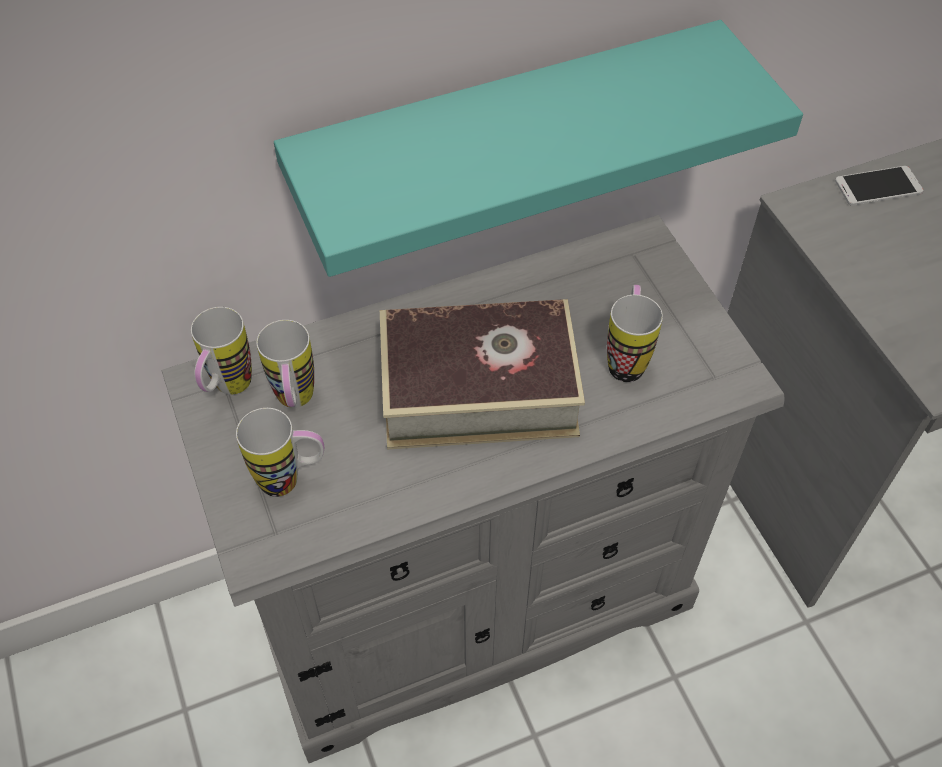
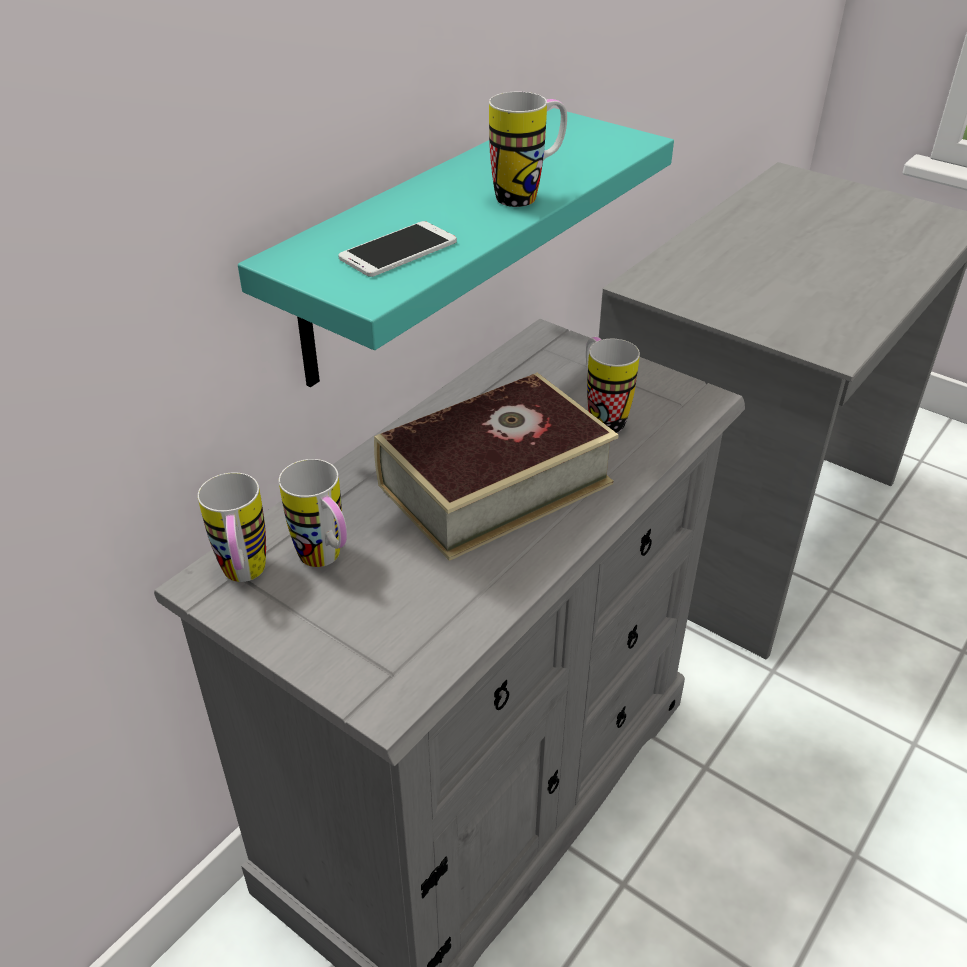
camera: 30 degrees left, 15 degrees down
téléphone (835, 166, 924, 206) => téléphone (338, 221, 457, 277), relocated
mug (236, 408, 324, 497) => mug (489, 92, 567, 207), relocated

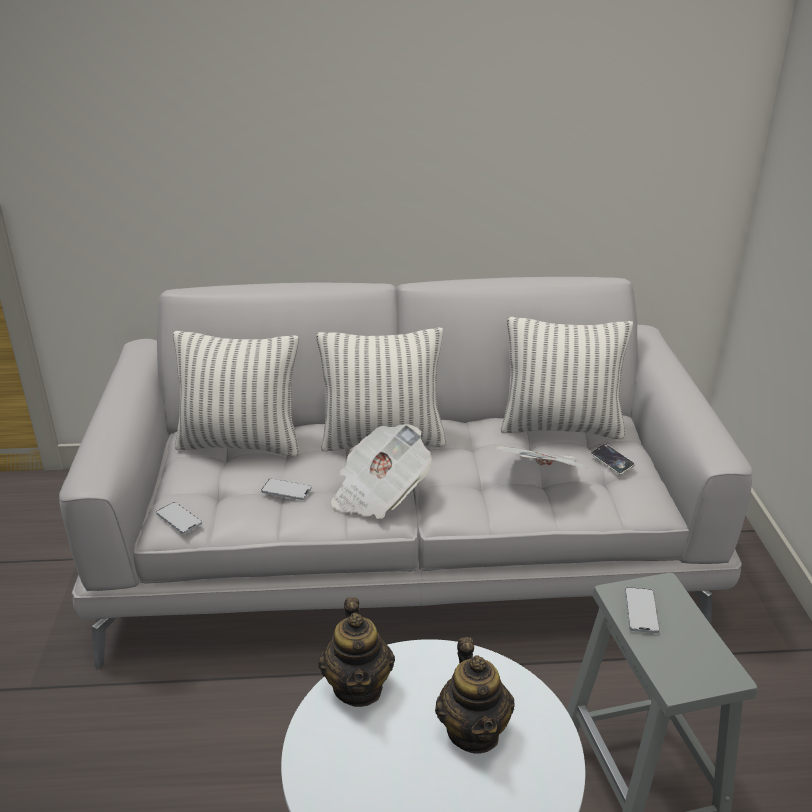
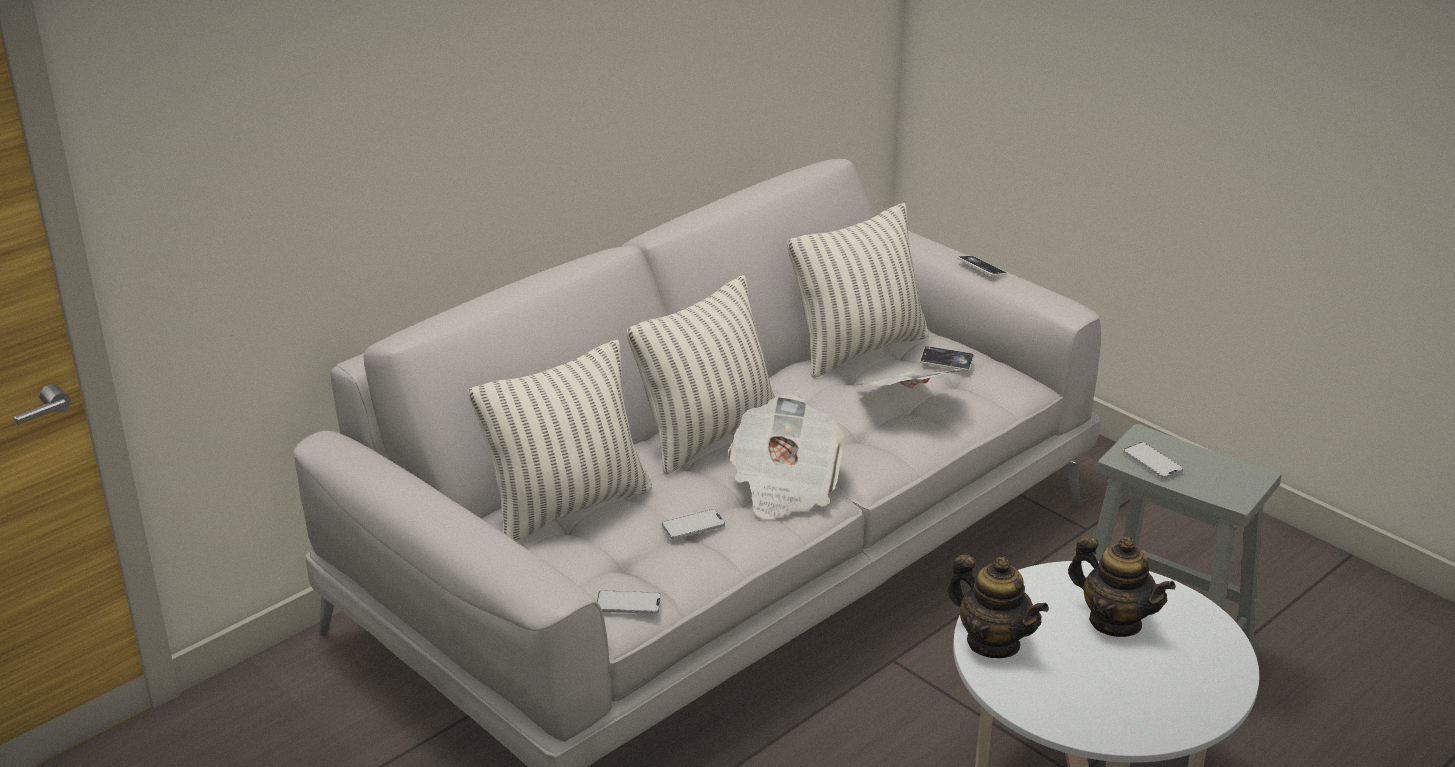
camera: 40 degrees left, 0 degrees up
nothing => téléphone (958, 256, 1007, 276)

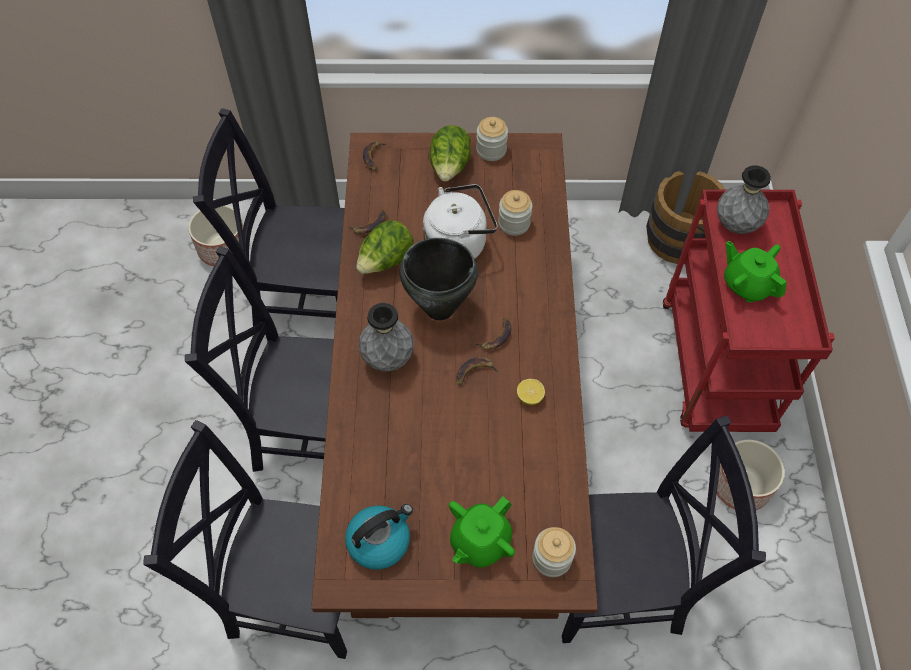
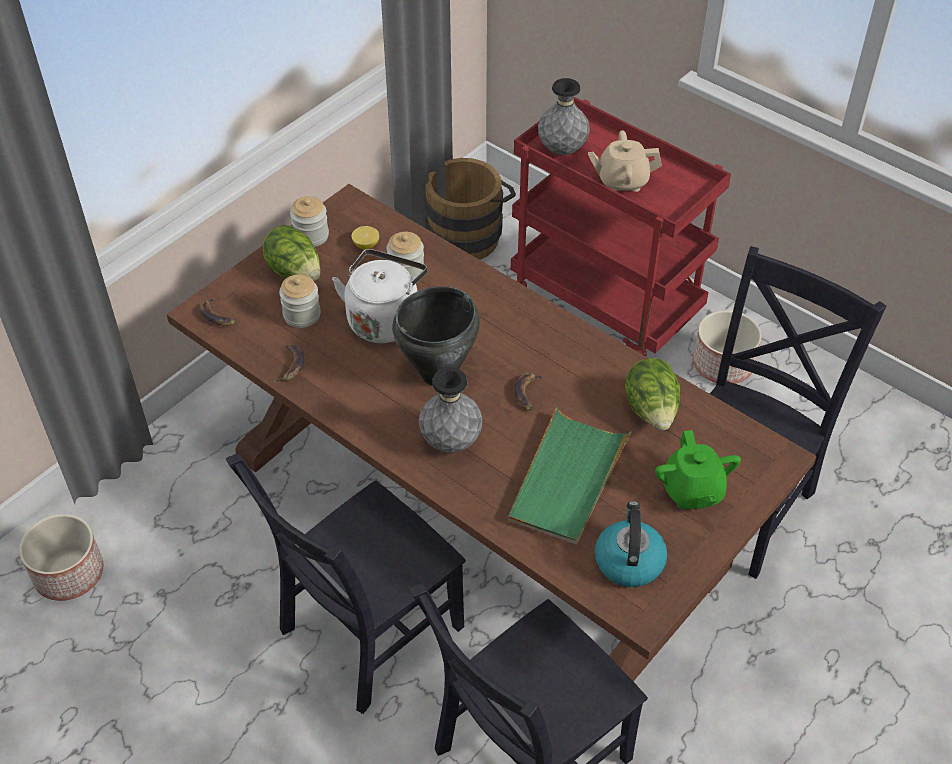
camera: 50 degrees left, 10 degrees down
bocal (532, 527, 576, 577) => bocal (279, 274, 321, 328), relocated
citron (517, 379, 545, 405) => citron (351, 226, 379, 249), relocated
nothing => plateau [vert] (508, 407, 632, 545)
théière [vert] (724, 241, 787, 303) => théière [beige] (588, 130, 662, 192)
laitue (356, 220, 414, 274) => laitue (625, 358, 680, 430), relocated
chaise [noir] (193, 108, 345, 326) => nothing
banane (473, 318, 512, 350) => nothing

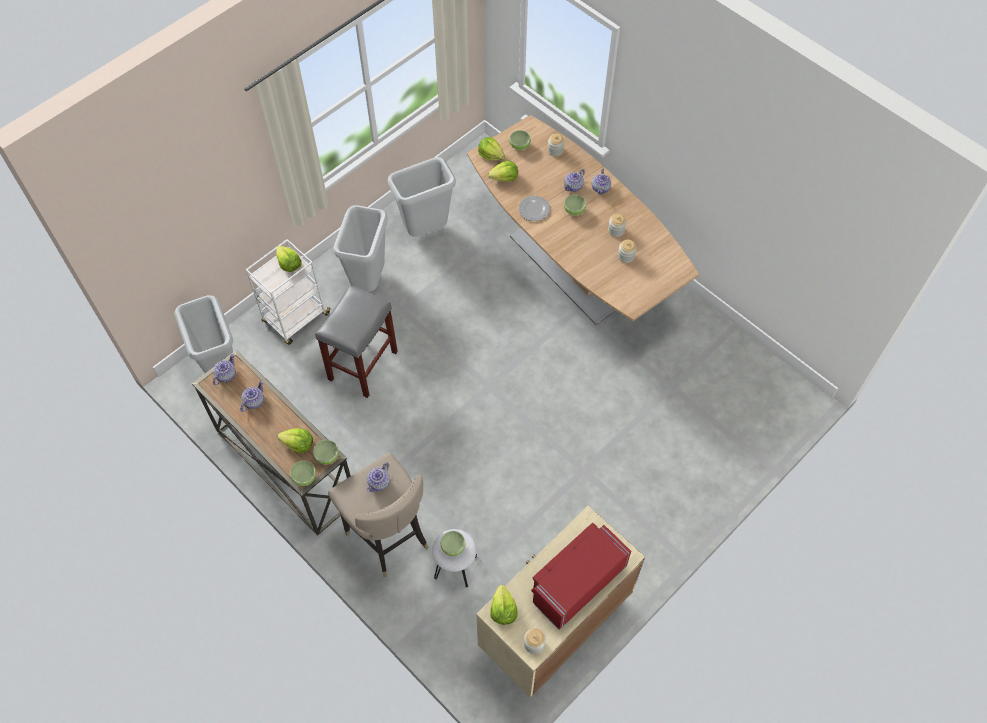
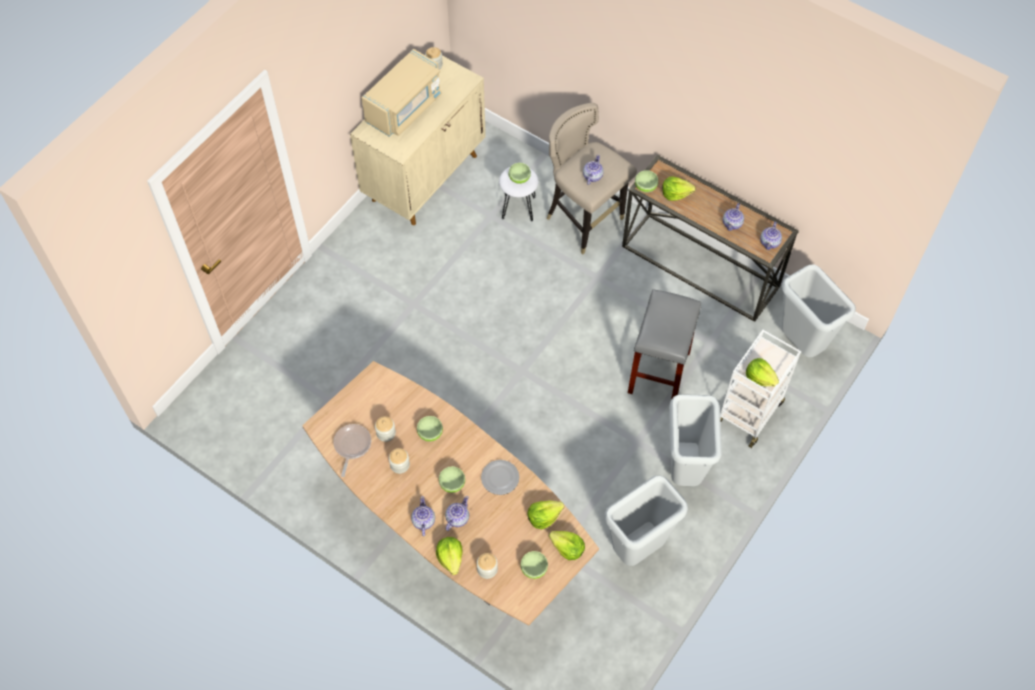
camera: 170 degrees right, 0 degrees up
nothing => poêle (333, 424, 371, 477)
micro-ondes [rouge] (531, 522, 631, 630) => micro-ondes [beige] (362, 49, 442, 137)
bol [vert] (290, 461, 316, 486) => bol [vert] (417, 416, 443, 442), relocated
laitue (490, 585, 518, 625) => laitue (436, 537, 463, 575), relocated

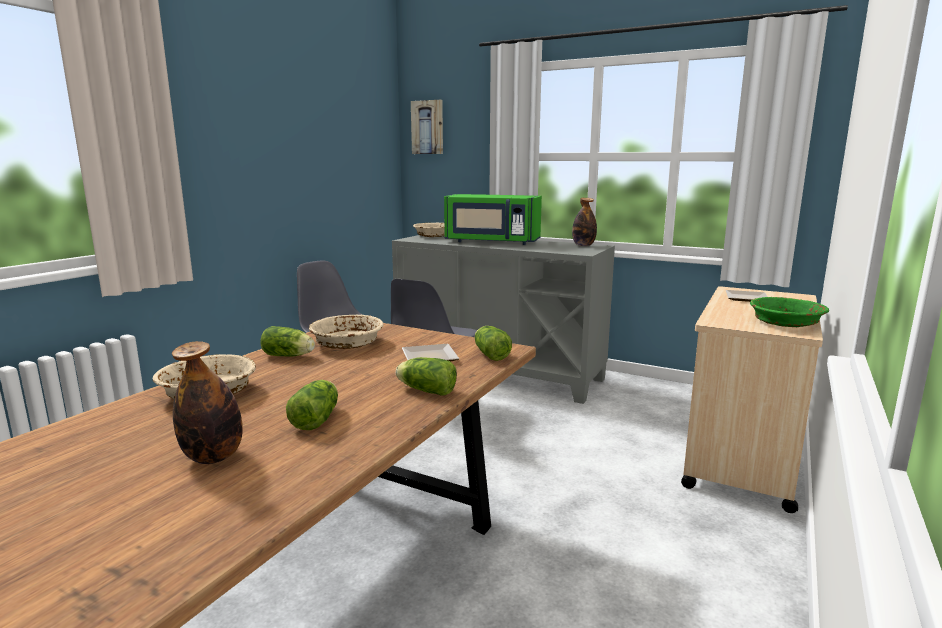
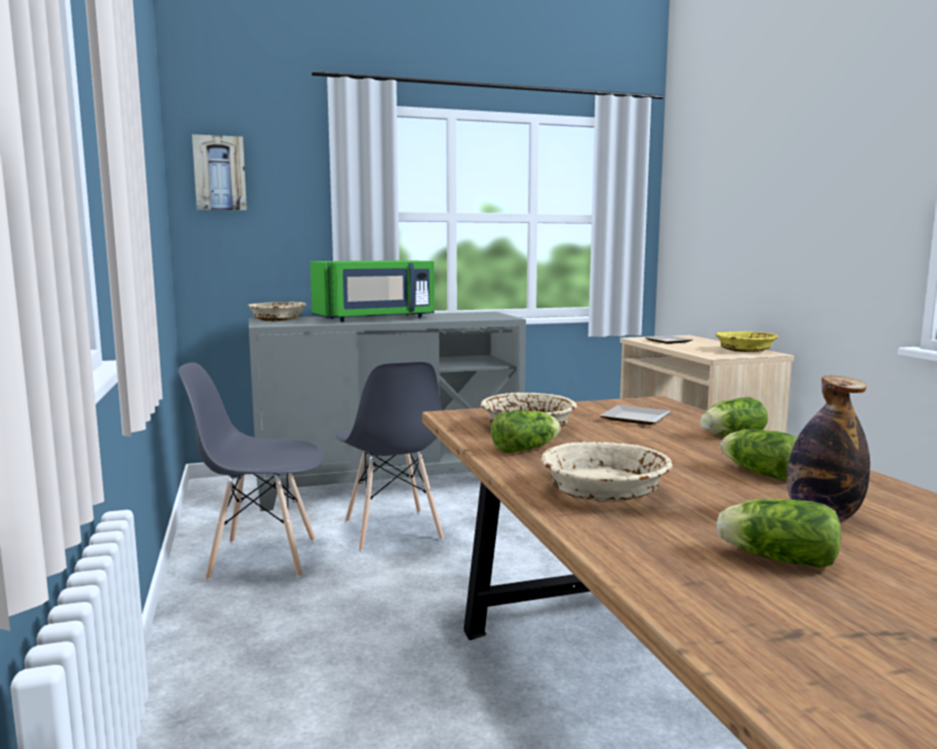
camera: 45 degrees left, 5 degrees down
bol [vert] (750, 297, 829, 327) => bol [jaune] (716, 331, 778, 352)
laitue (475, 326, 512, 361) => laitue (717, 499, 841, 568), relocated
bouteille (572, 198, 597, 246) => nothing

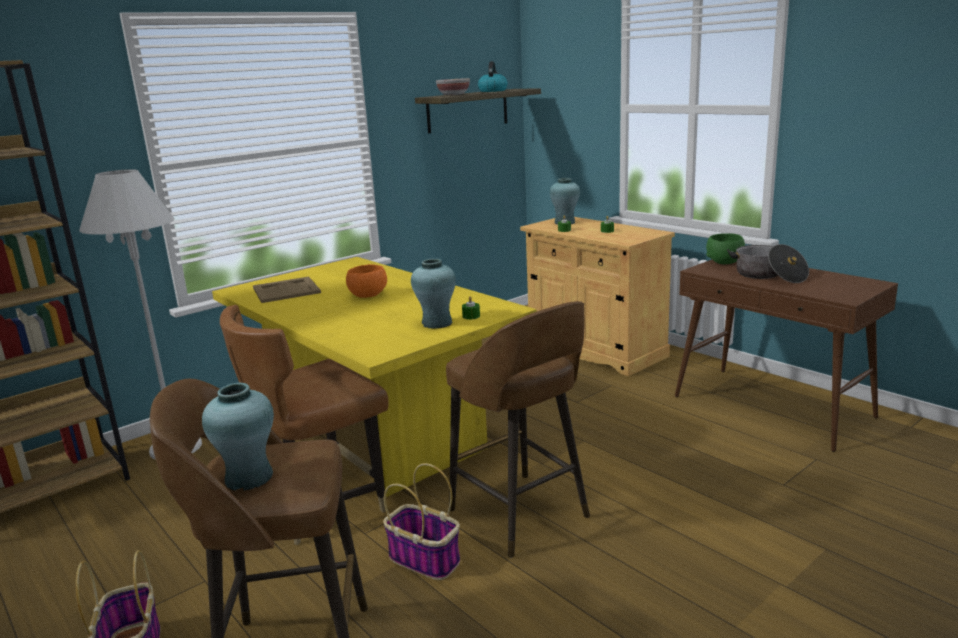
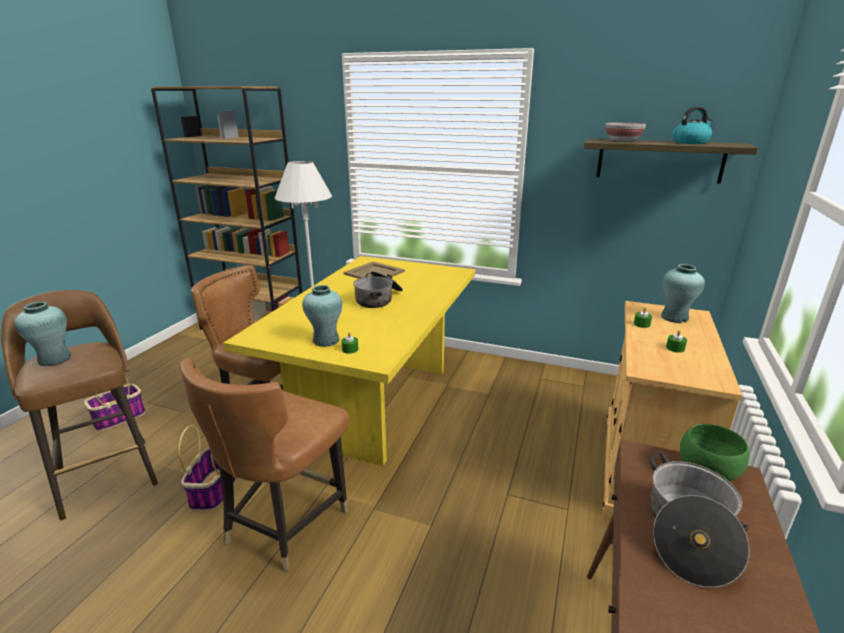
camera: 60 degrees right, 5 degrees up
tabouret [marron] (446, 301, 590, 558) => chaise [marron] (180, 358, 350, 572)
bol [orange] (346, 264, 387, 298) => marmite (353, 271, 403, 308)

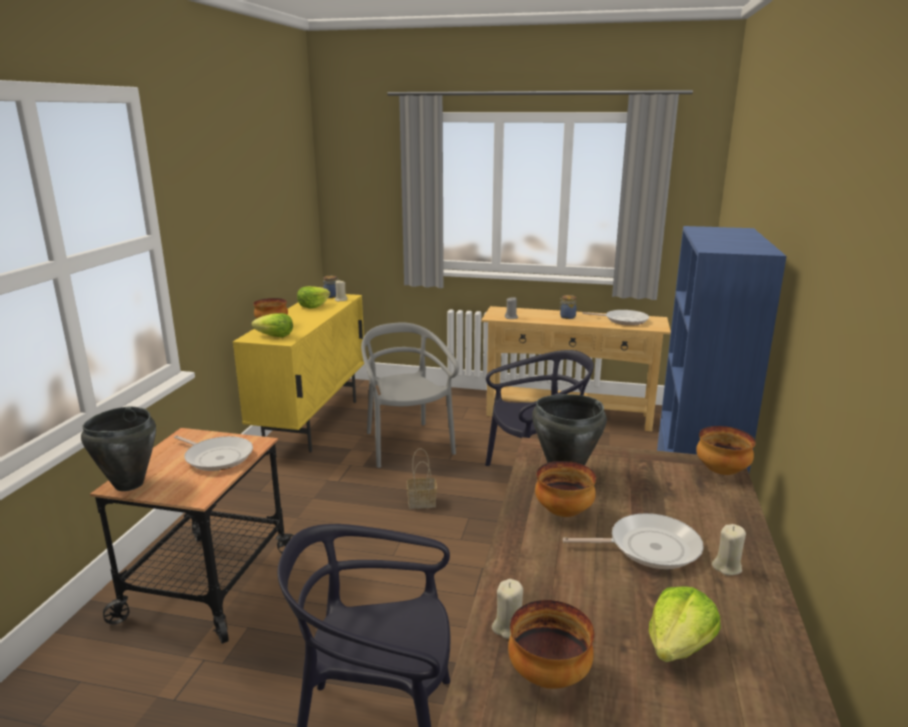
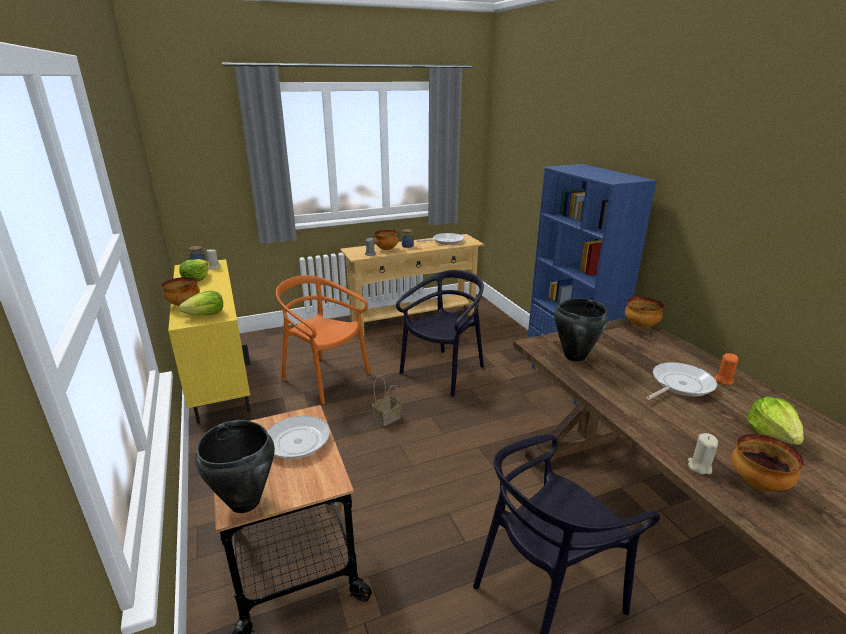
camera: 35 degrees left, 5 degrees up
chaise [gris] (361, 323, 459, 468) => chaise [orange] (276, 275, 370, 404)
bol (535, 461, 596, 517) => bol (374, 230, 399, 250), relocated
bougie [beige] (712, 524, 746, 575) => bougie [orange] (714, 353, 739, 385)

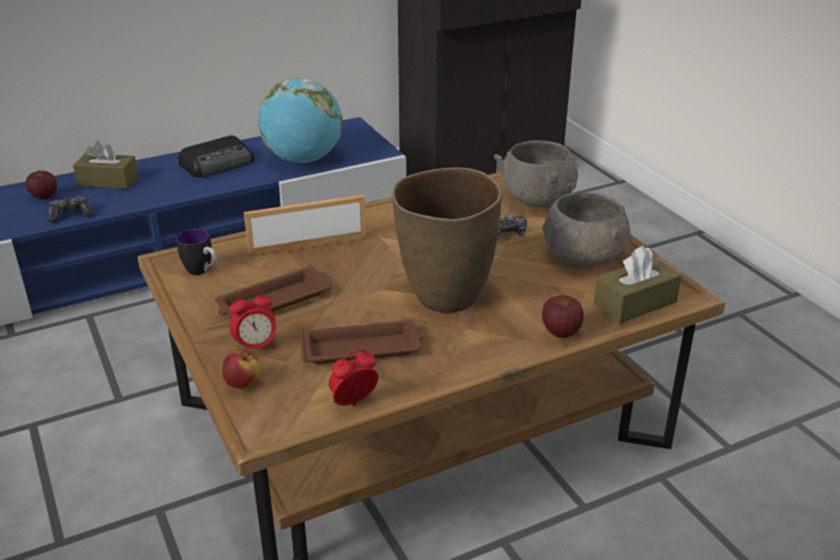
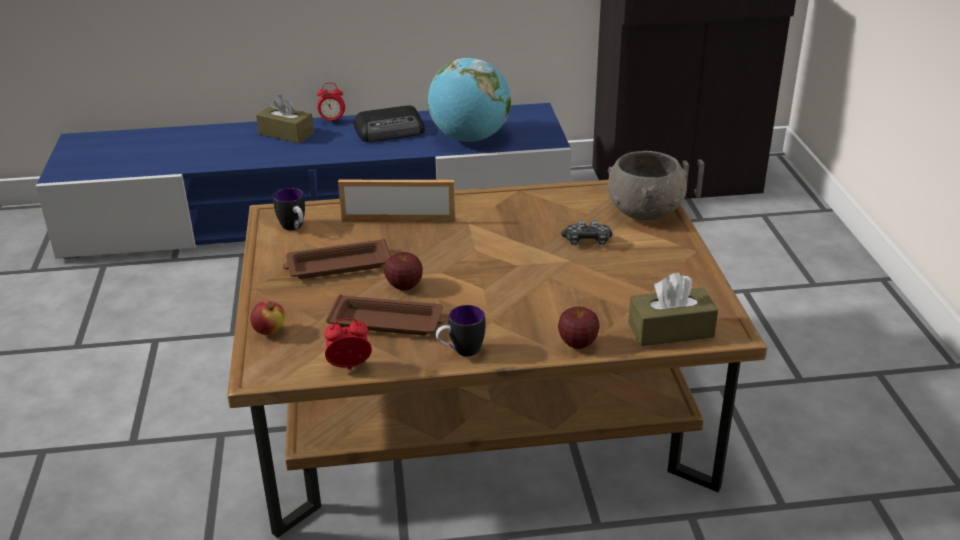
camera: 20 degrees right, 0 degrees up
réveil (229, 288, 276, 351) => réveil (317, 83, 345, 124), relocated
pomme (25, 170, 57, 200) => pomme (384, 252, 423, 290), relocated
nothing => mug (436, 305, 485, 357)
manette (48, 196, 94, 222) => nothing
vase [marron] (392, 168, 502, 313) => nothing
bol [gris] (542, 192, 632, 266) => nothing

